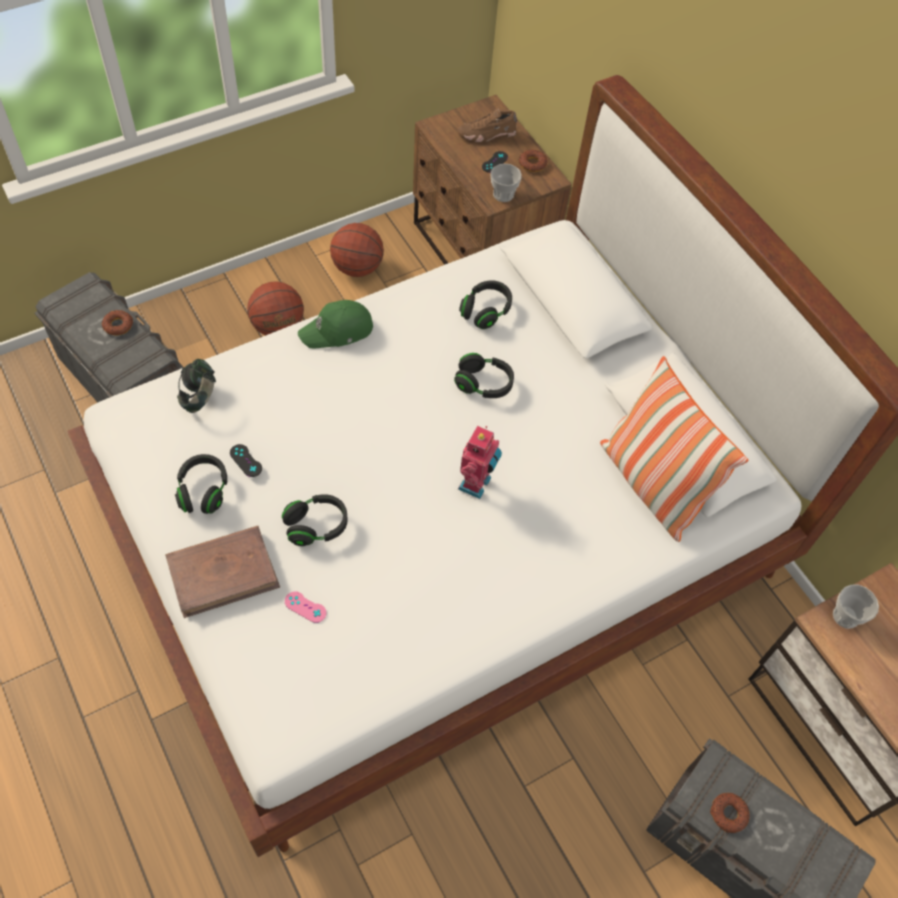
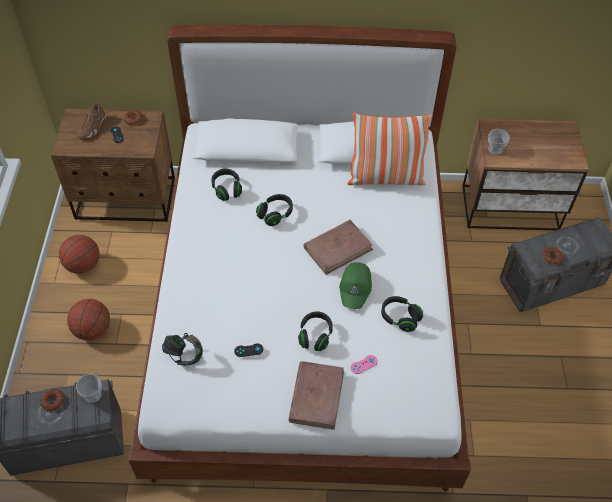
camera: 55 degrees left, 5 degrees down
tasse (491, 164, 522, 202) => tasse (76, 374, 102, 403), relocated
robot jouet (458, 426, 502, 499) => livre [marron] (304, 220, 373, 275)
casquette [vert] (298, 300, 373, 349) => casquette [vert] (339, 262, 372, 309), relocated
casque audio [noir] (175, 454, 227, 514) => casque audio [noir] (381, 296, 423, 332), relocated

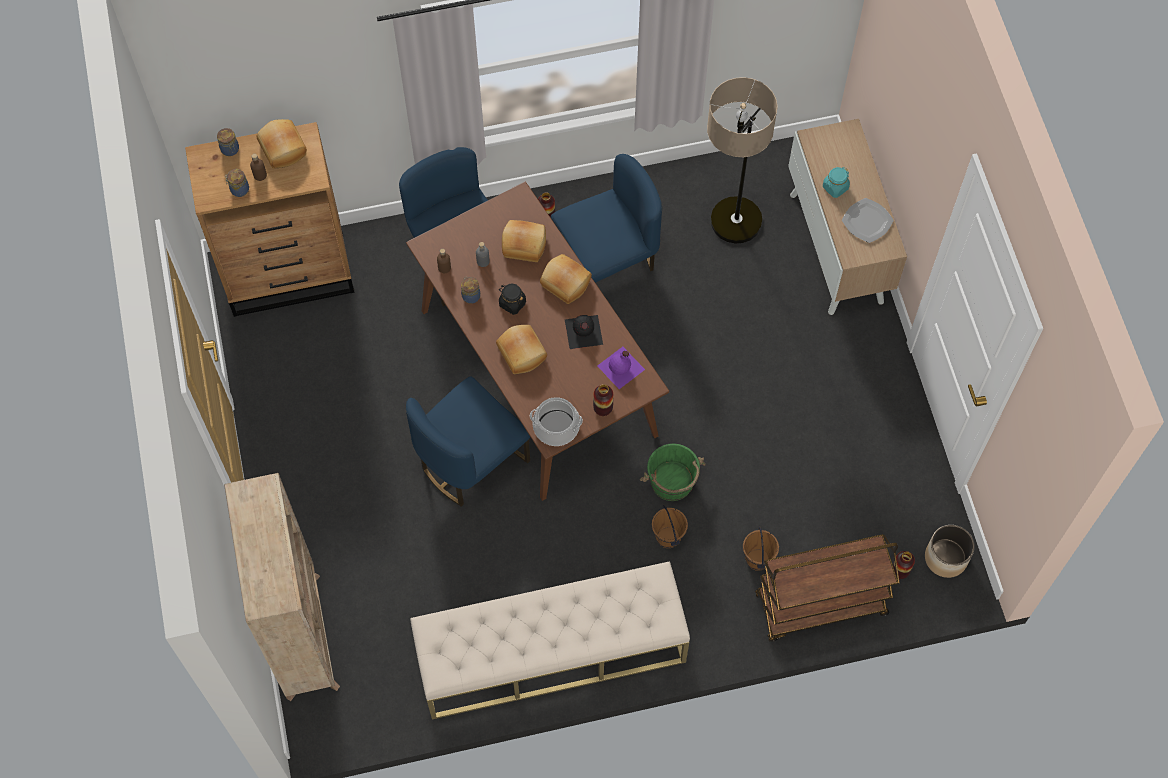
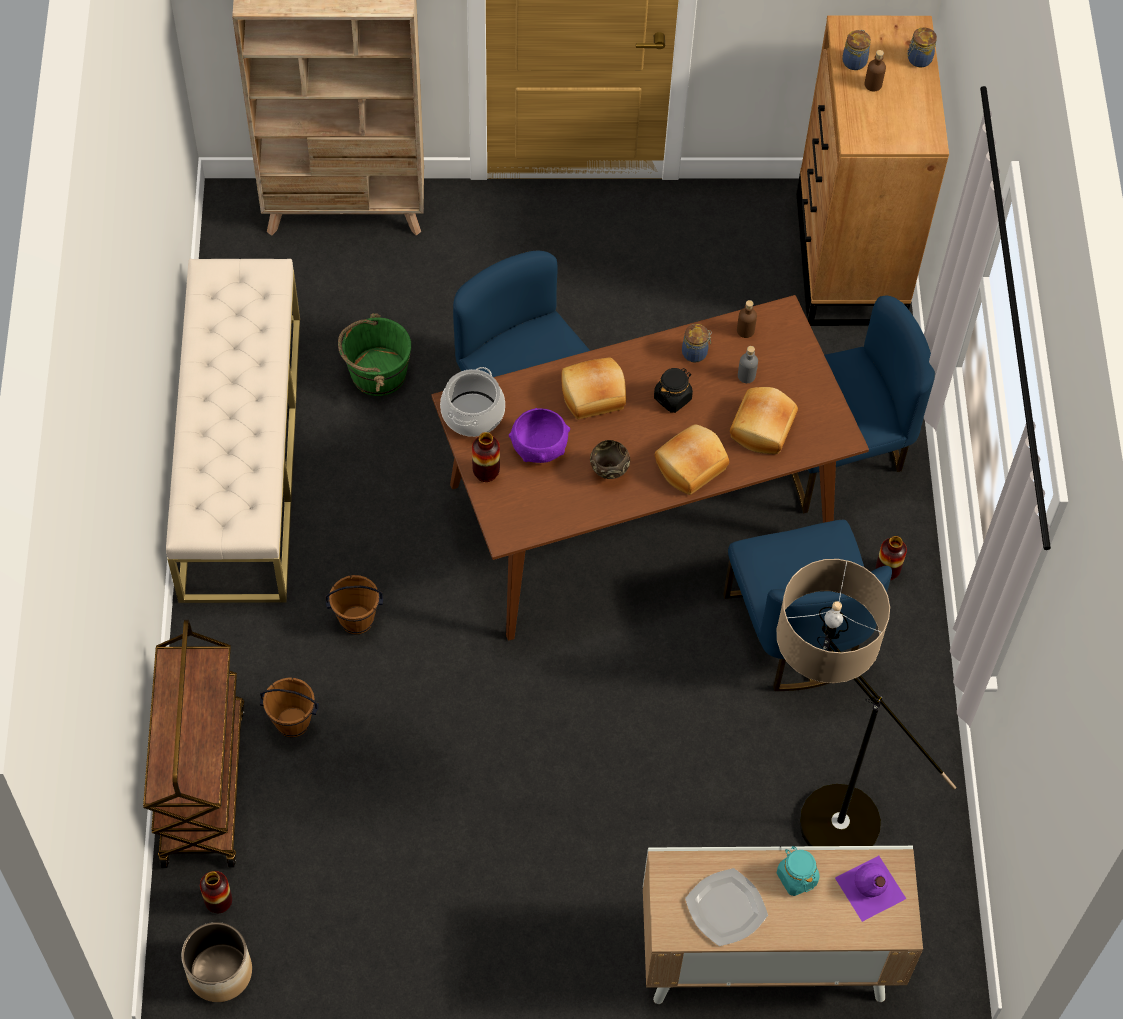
camera: 100 degrees right, 5 degrees down
seau [vert] (640, 443, 706, 501) => seau [vert] (338, 313, 411, 396), relocated
nothing => bol [violet] (509, 408, 570, 463)
bouteille [noir] (565, 315, 603, 349) => bol [marron] (590, 440, 630, 479)
bouteille [violet] (597, 347, 645, 389) => bouteille [violet] (835, 856, 906, 922), relocated
pain (256, 119, 307, 168) => nothing

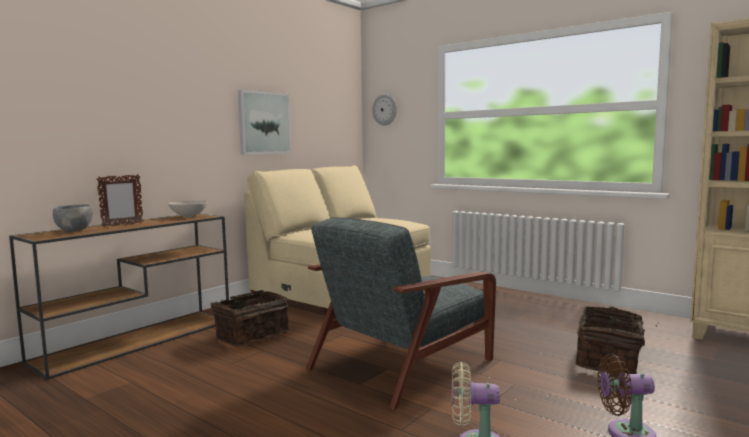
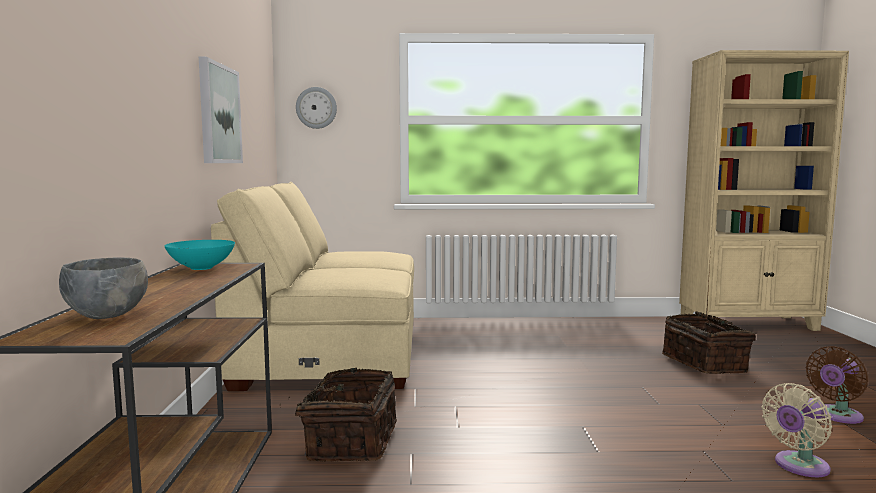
camera: 40 degrees left, 0 degrees up
bol [blanc] (168, 201, 208, 217) => bol [turquoise] (164, 240, 235, 270)
cadre photo (97, 174, 143, 227) => nothing
fauteuil [gris] (306, 217, 496, 410) => nothing

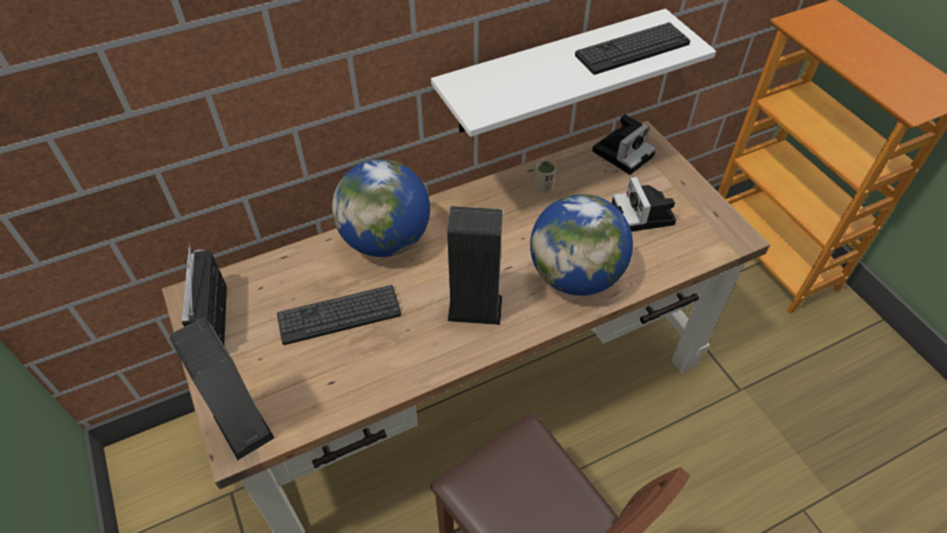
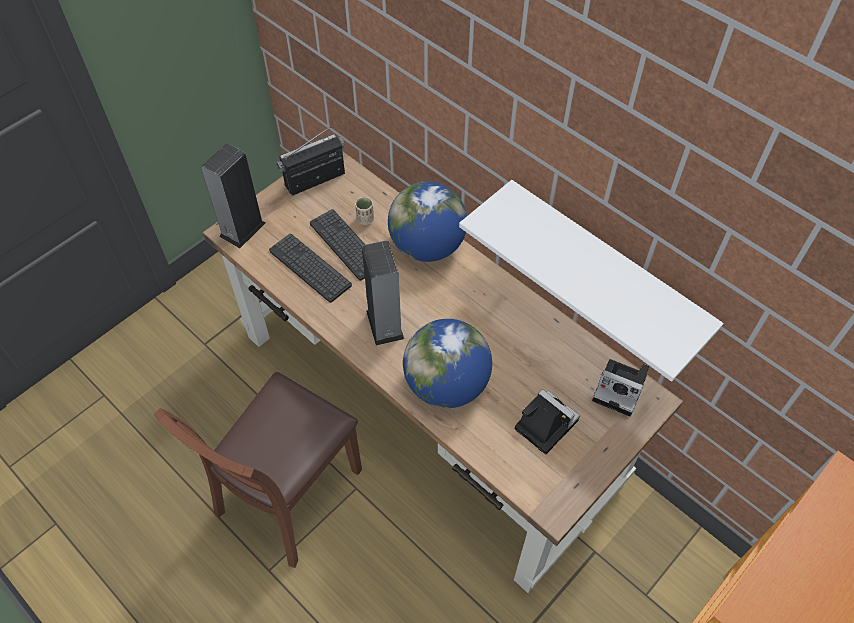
camera: 70 degrees right, 5 degrees up
clavier (575, 22, 690, 75) => clavier (269, 234, 352, 303), relocated
tasse [beige] (534, 160, 556, 193) => tasse [beige] (355, 197, 374, 225), relocated
appareil photo (612, 177, 676, 232) => appareil photo (515, 389, 580, 454), 75 degrees clockwise

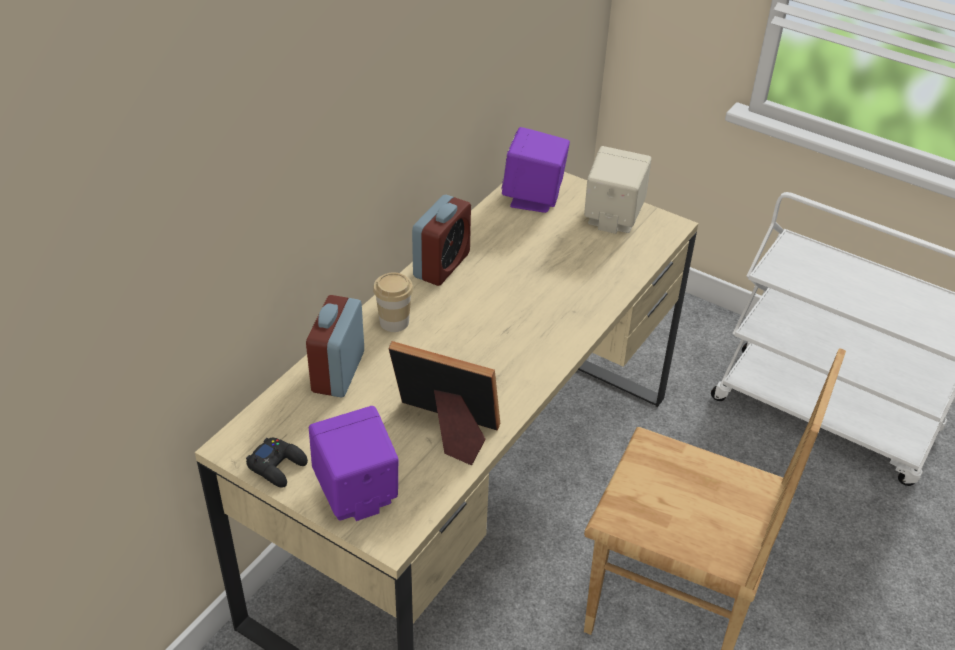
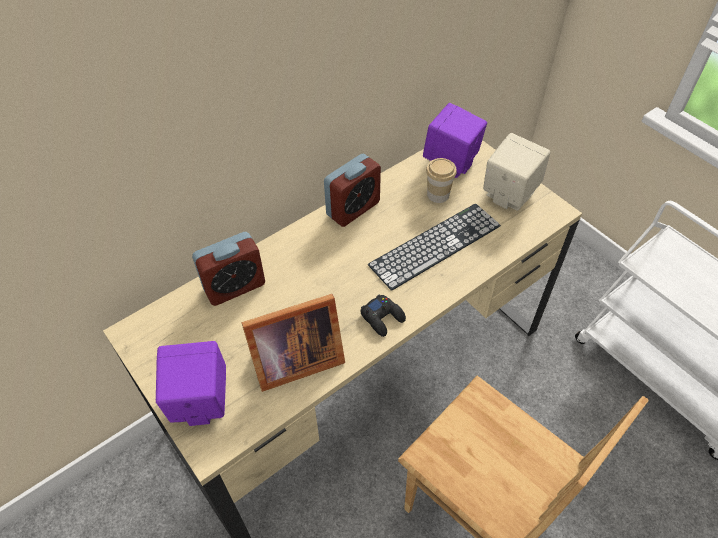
camera: 20 degrees right, 10 degrees up
réveil (306, 295, 364, 398) => réveil (192, 232, 265, 306), 150 degrees counterclockwise
cadre photo (388, 341, 500, 465) => cadre photo (242, 294, 345, 392), 120 degrees clockwise
manette [noir] (246, 438, 308, 488) => manette [noir] (361, 294, 406, 337), relocated
nothing => clavier (368, 203, 501, 291)
tasse (373, 272, 413, 332) => tasse (426, 158, 457, 203), relocated

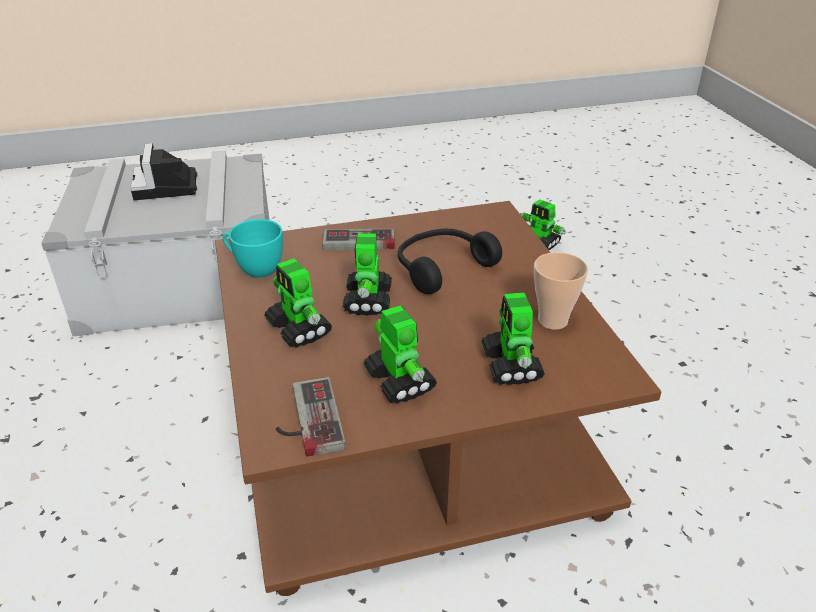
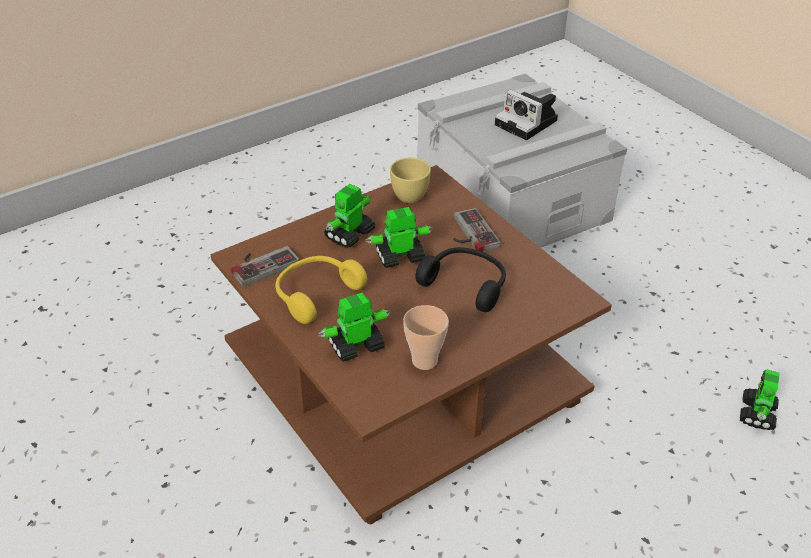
camera: 70 degrees right, 5 degrees up
robot jouet (364, 306, 437, 404) => casque audio [jaune] (275, 256, 367, 324)
tasse [turquoise] (223, 219, 283, 278) => tasse [jaune] (390, 158, 431, 203)
appareil photo (130, 143, 197, 200) => appareil photo (495, 90, 558, 140), 105 degrees counterclockwise

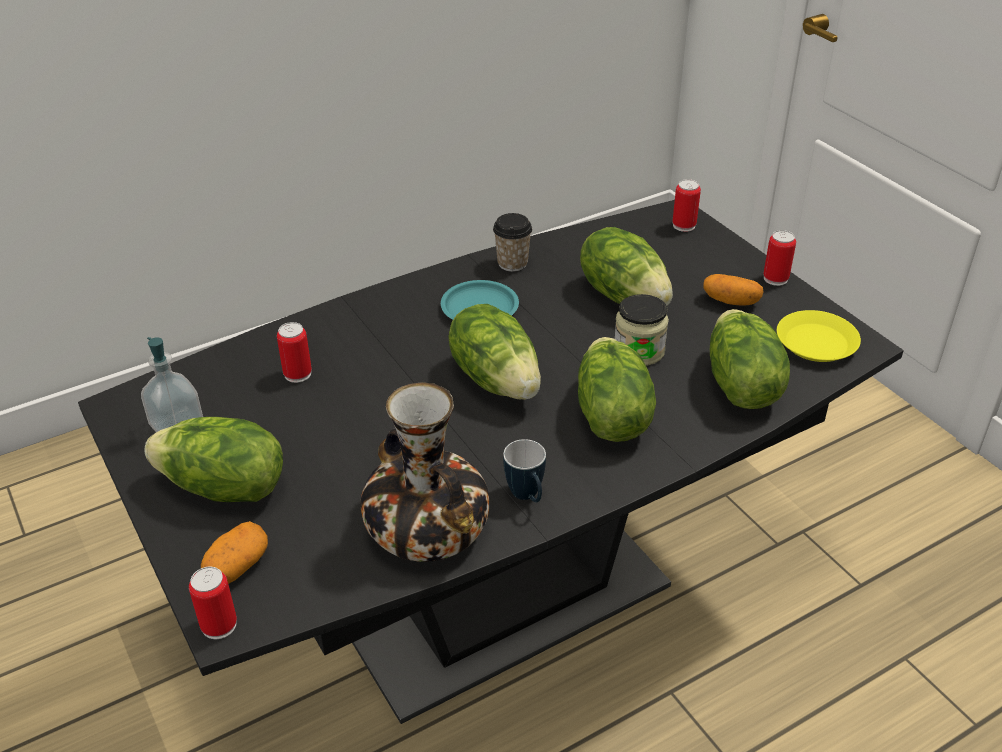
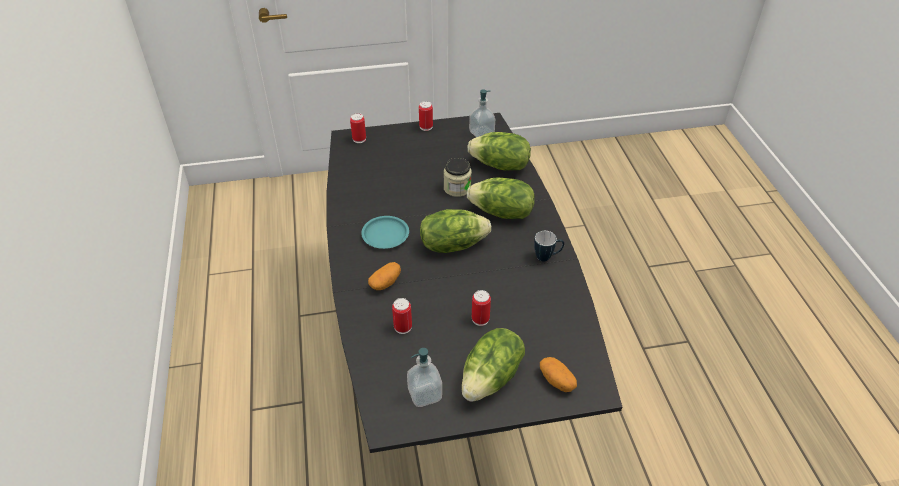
camera: 70 degrees left, 5 degrees up
pomme de terre (704, 274, 764, 305) => pomme de terre (368, 262, 401, 290), relocated
assiette [jaune] (777, 310, 861, 362) => distributeur de savon (469, 89, 495, 137)
boîte métallique (189, 567, 237, 639) => boîte métallique (472, 290, 491, 326), relocated
vase (361, 382, 489, 562) => nothing
tasse (493, 213, 532, 272) => nothing
laitue (580, 227, 673, 306) => nothing

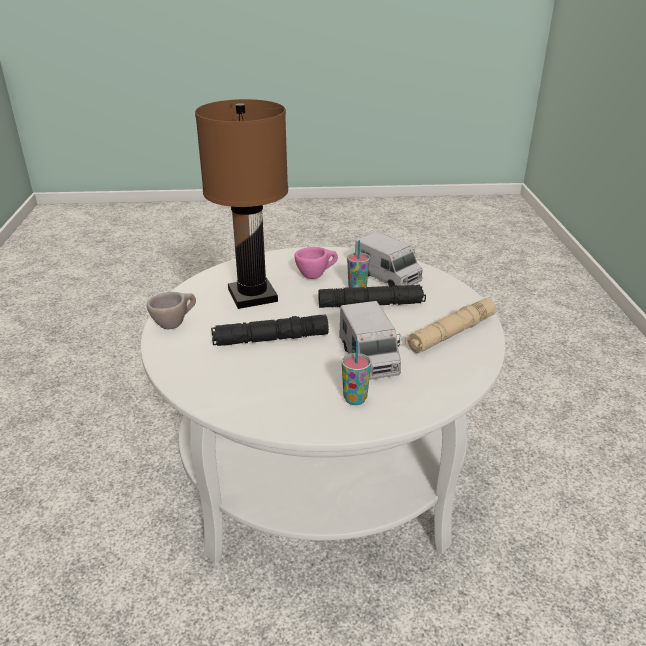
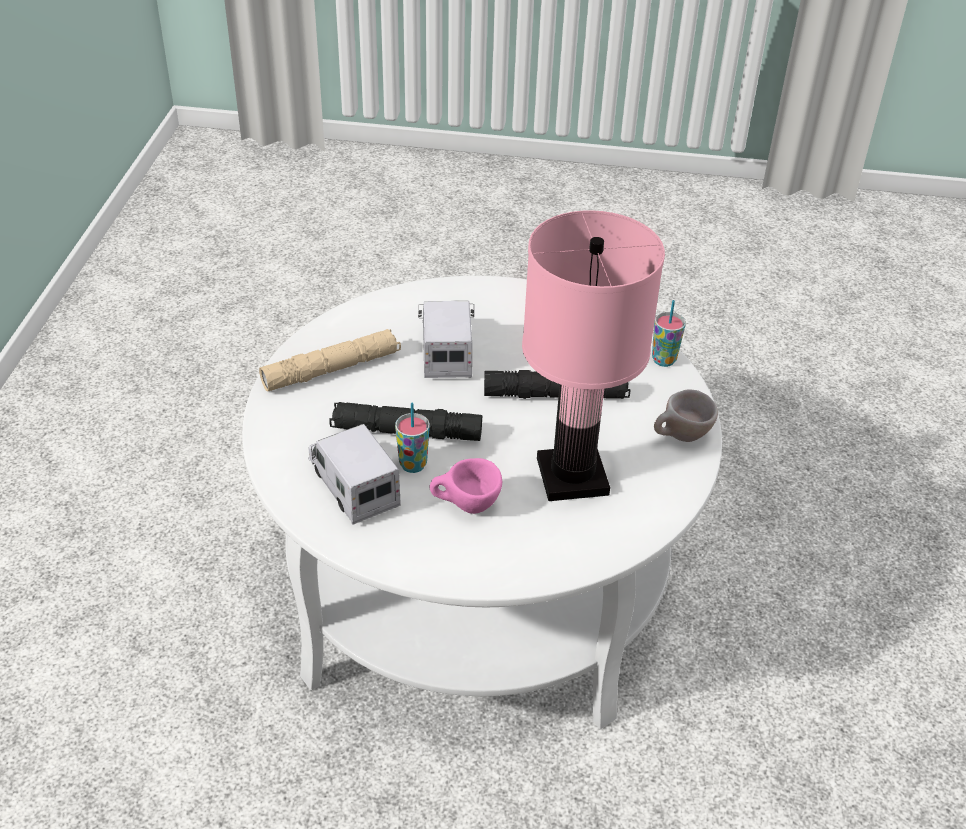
camera: 170 degrees left, 10 degrees up
lampe de table [marron] (195, 99, 288, 309) => lampe de table [rose] (522, 210, 665, 501)
tasse (342, 341, 371, 405) => tasse (652, 300, 686, 367), relocated

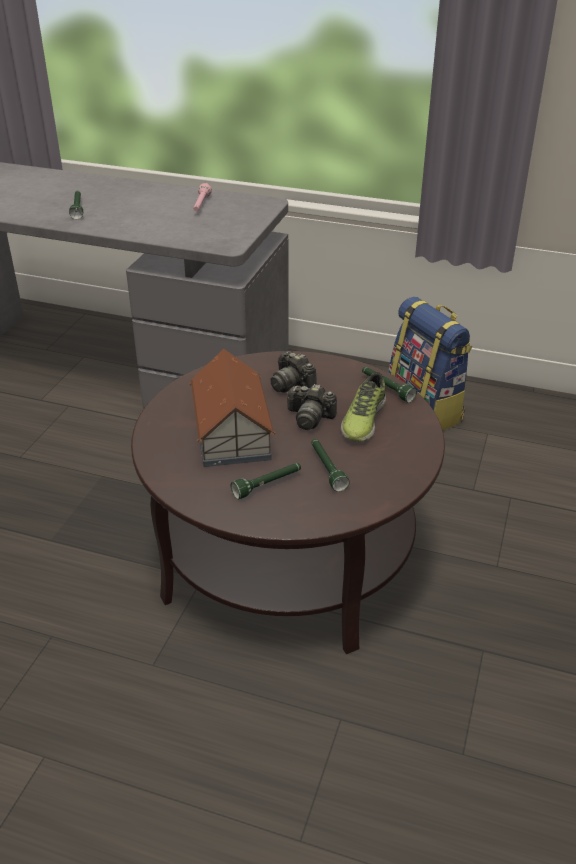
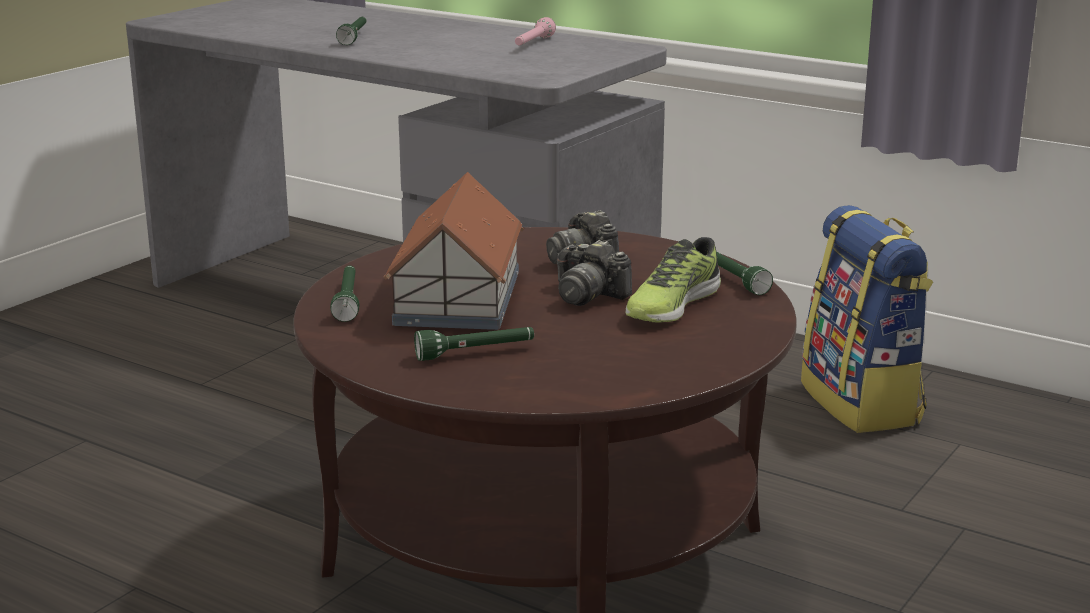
camera: 15 degrees right, 15 degrees down
lampe de poche [vert] (311, 439, 350, 492) => lampe de poche [vert] (330, 265, 359, 322), relocated

